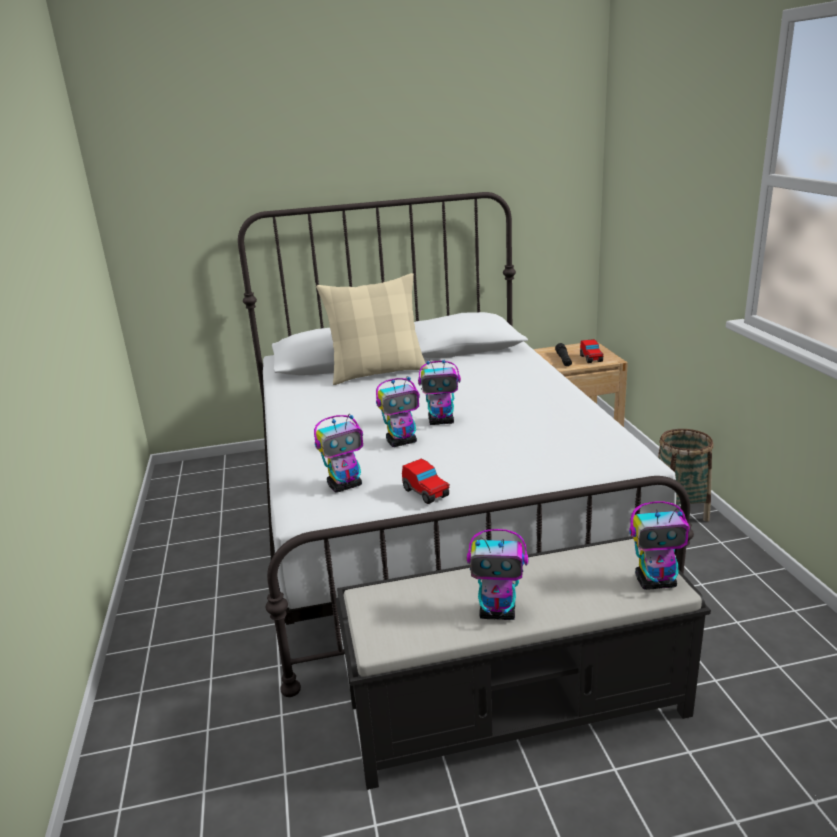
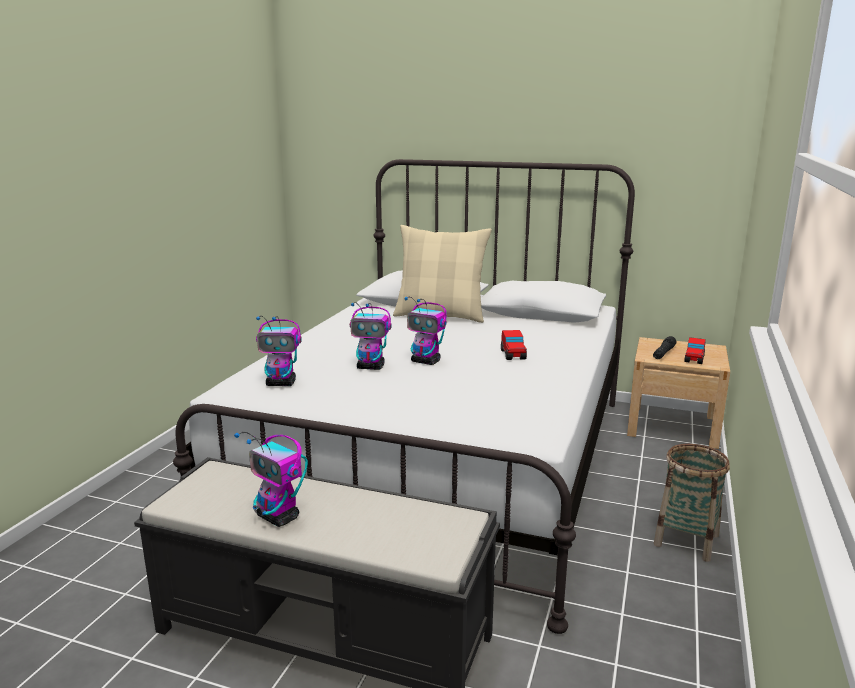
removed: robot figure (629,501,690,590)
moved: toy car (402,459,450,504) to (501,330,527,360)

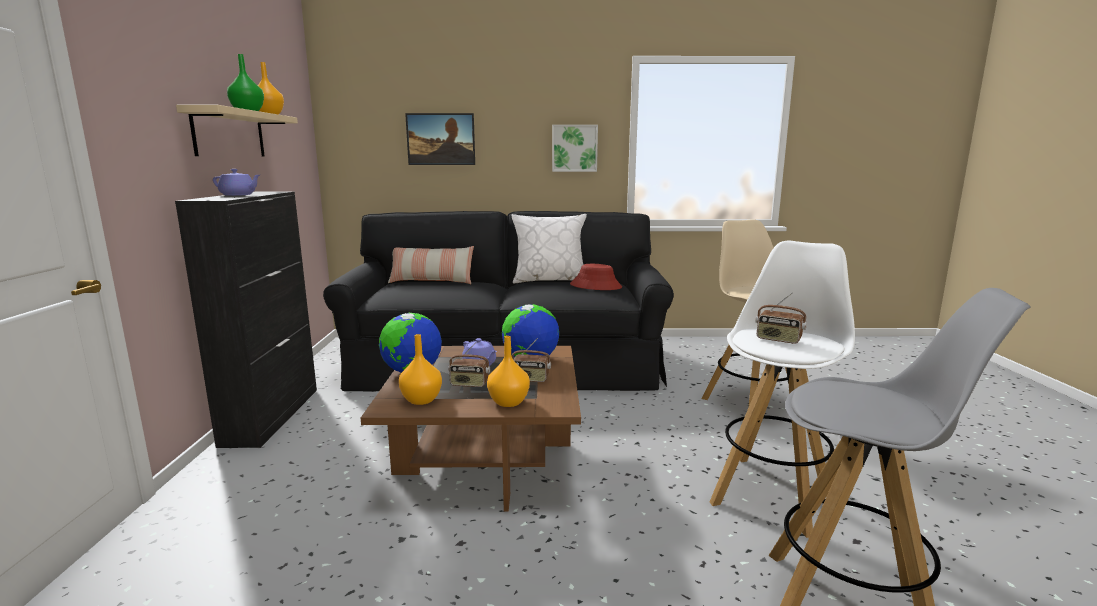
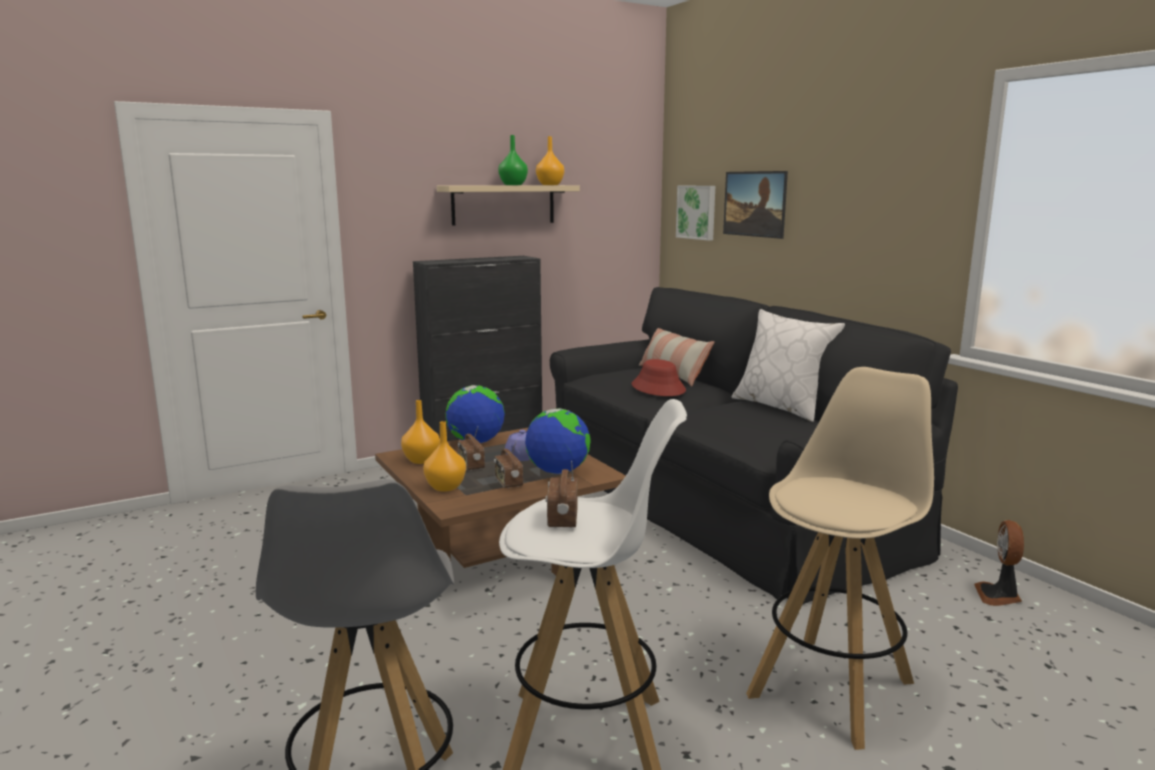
removed: teapot (purple) (213,169,260,196)
added: cooling fan (974,520,1024,606)
moved: picture (552,125,598,172) to (676,186,715,241); clothing hat (red-coloured) (570,264,622,290) to (632,359,686,396)

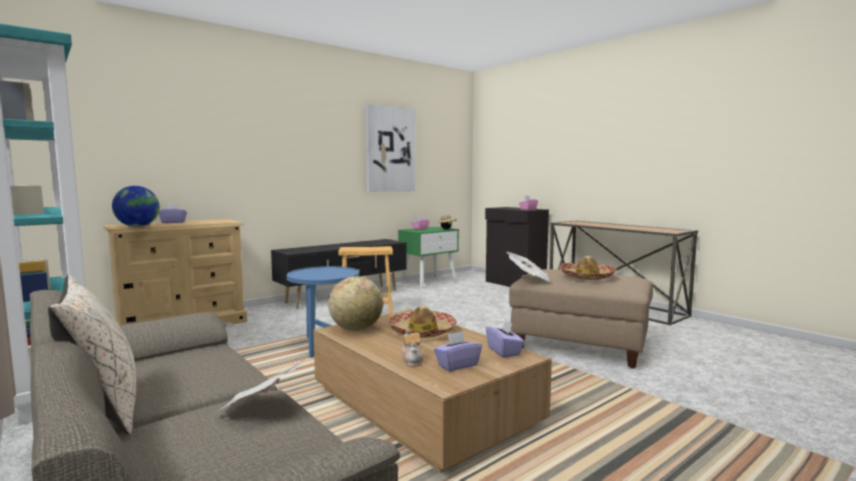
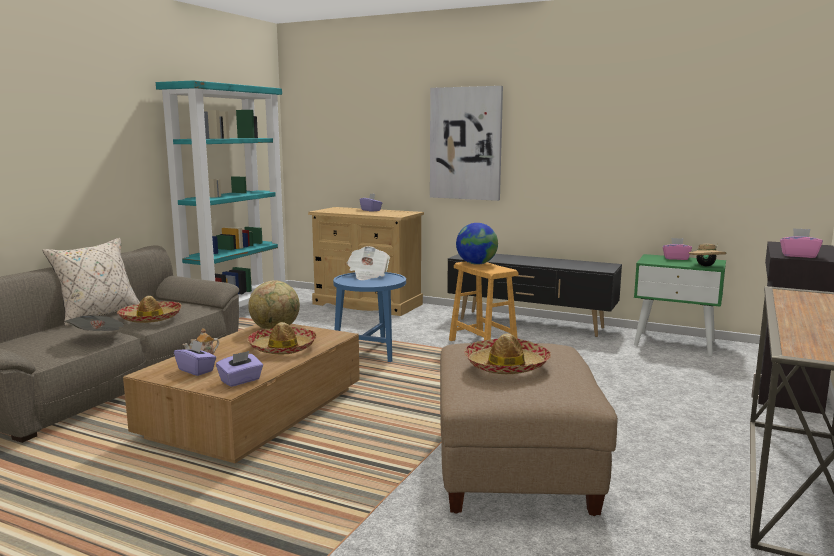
added: clothing hat (117,296,181,323)
moved: desk globe (112,186,160,227) to (456,223,498,265); picture (366,104,415,192) to (430,86,503,201); printed paper (507,252,551,282) to (347,246,390,280)

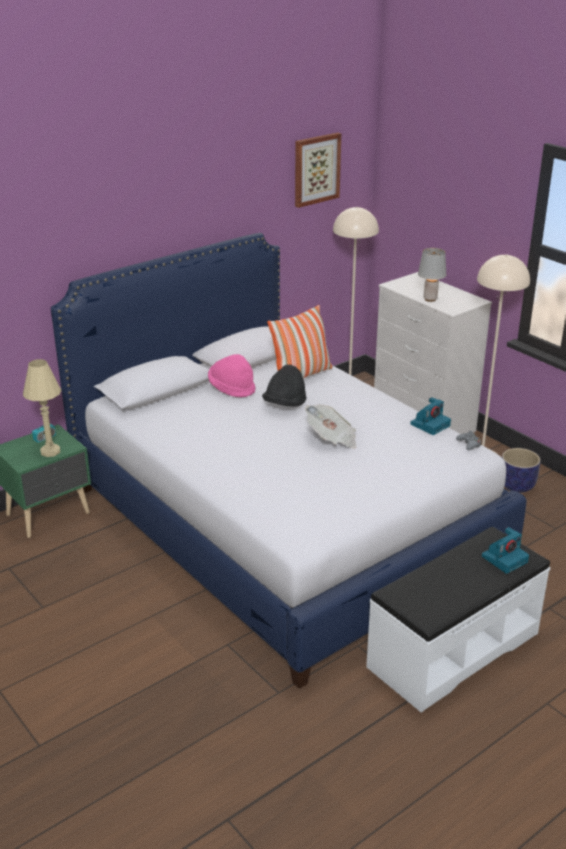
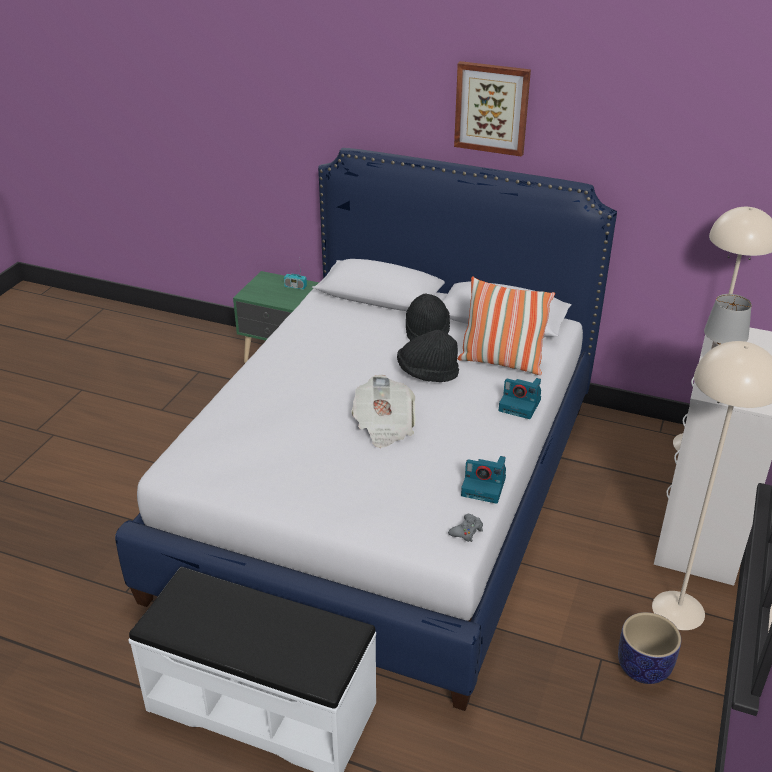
removed: tabletop lamp (beige) (23,359,61,457)
moved: picture (295,133,341,208) to (454,61,531,157); still camera (482,527,529,574) to (499,378,541,419)
recoloured: clothing hat (pinkish) (208,354,255,398) to clothing hat (black) (406,294,450,341)

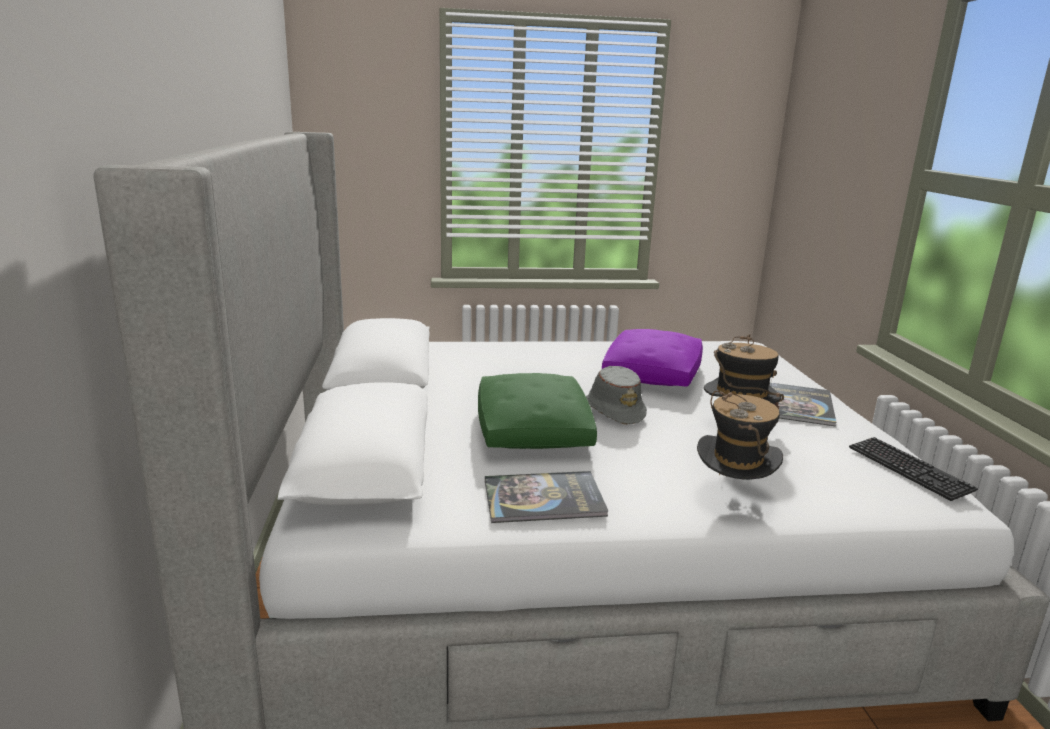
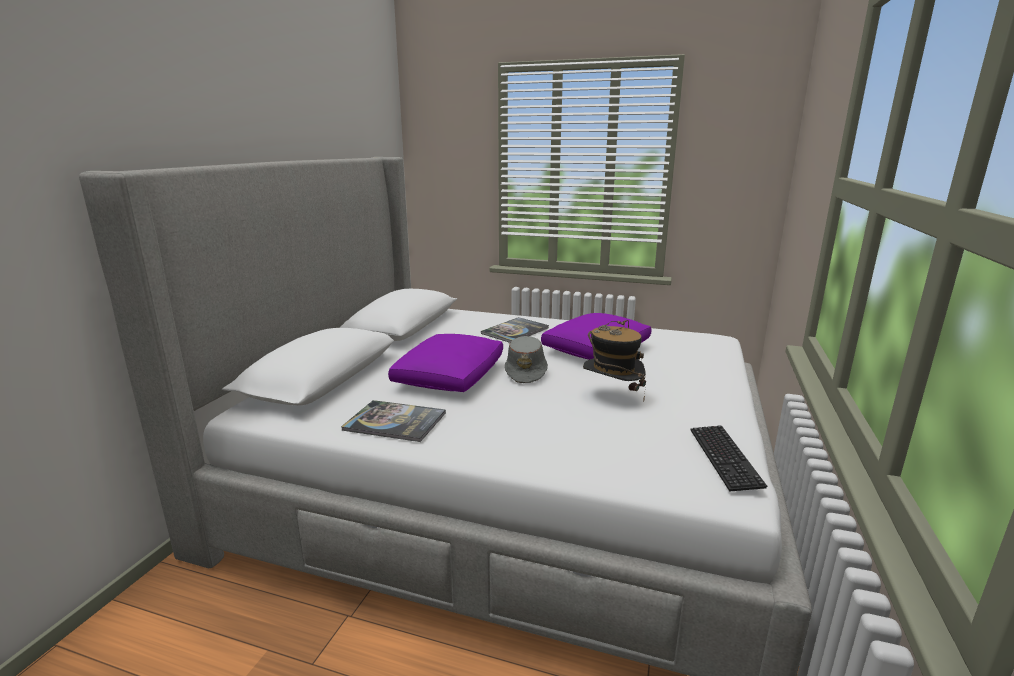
removed: clothing hat (697,391,783,480)
moved: volume (769,382,837,427) to (481,317,549,343)
recoloured: pillow (green-coloured) (478,373,597,449) to pillow (purple) (388,334,503,392)

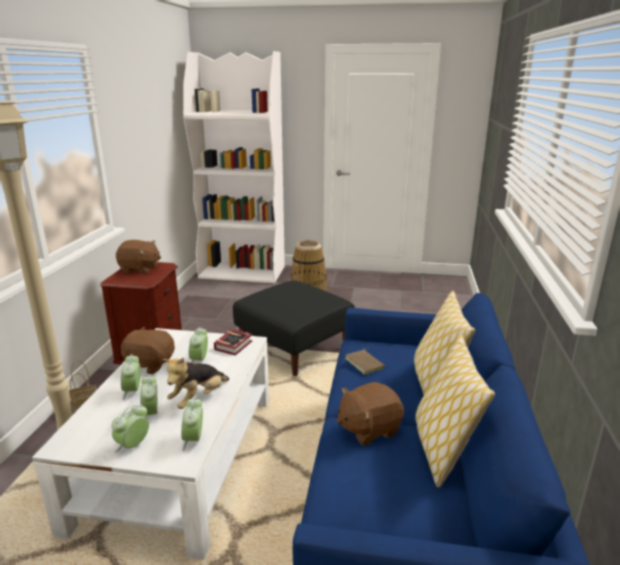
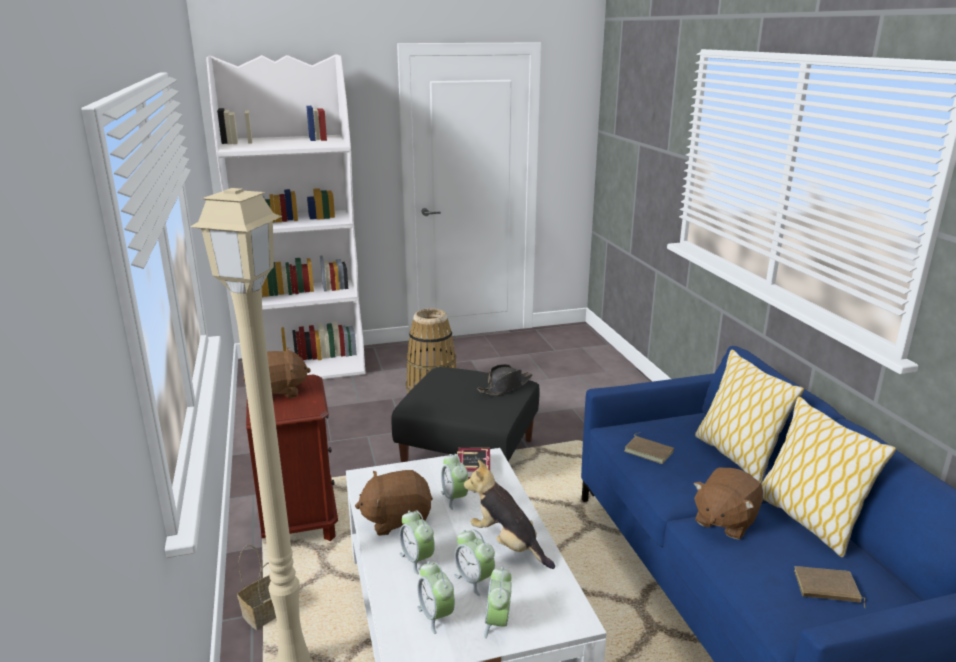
added: clothing hat (black) (477,364,532,395); volume (brown) (794,566,865,608)
moved: table clock (181,397,203,451) to (417,561,455,634)
turned: cuddly toy (163,358,229,409) = (464,460,555,569) 120 degrees clockwise

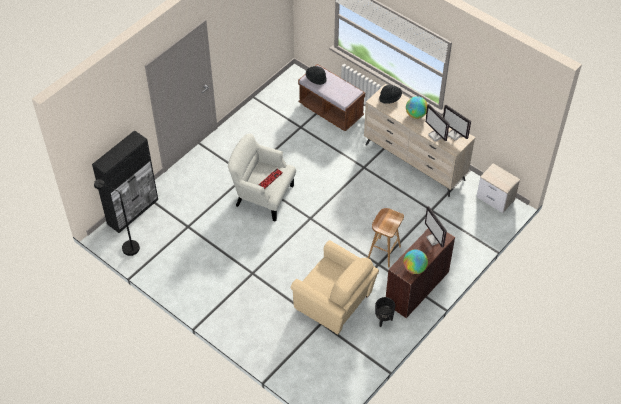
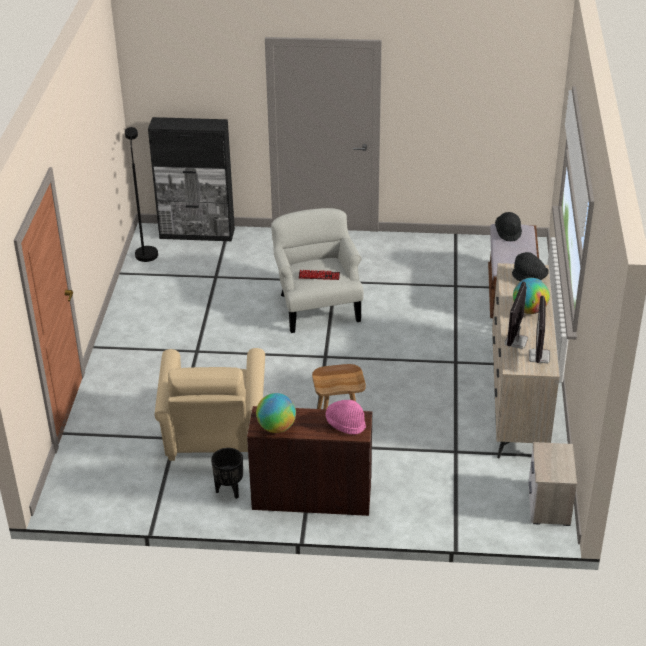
replaced: monitor (425,206,447,248) to clothing hat (pinkish) (326,400,366,435)

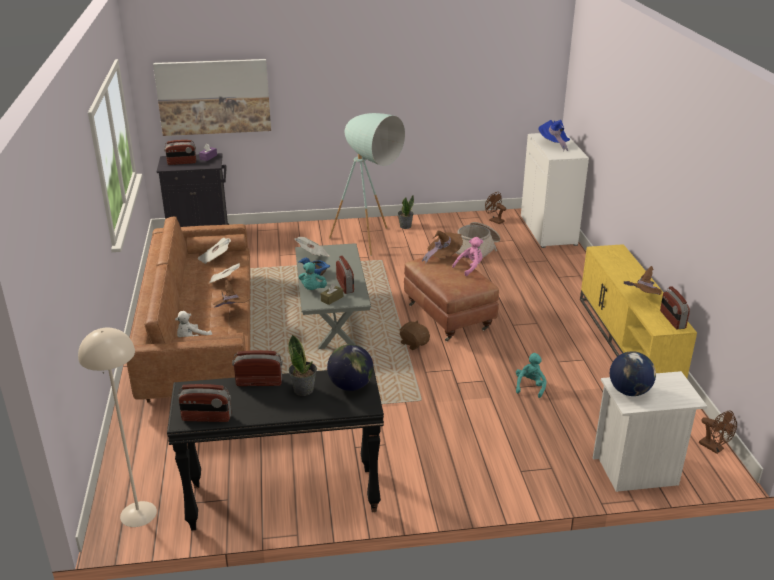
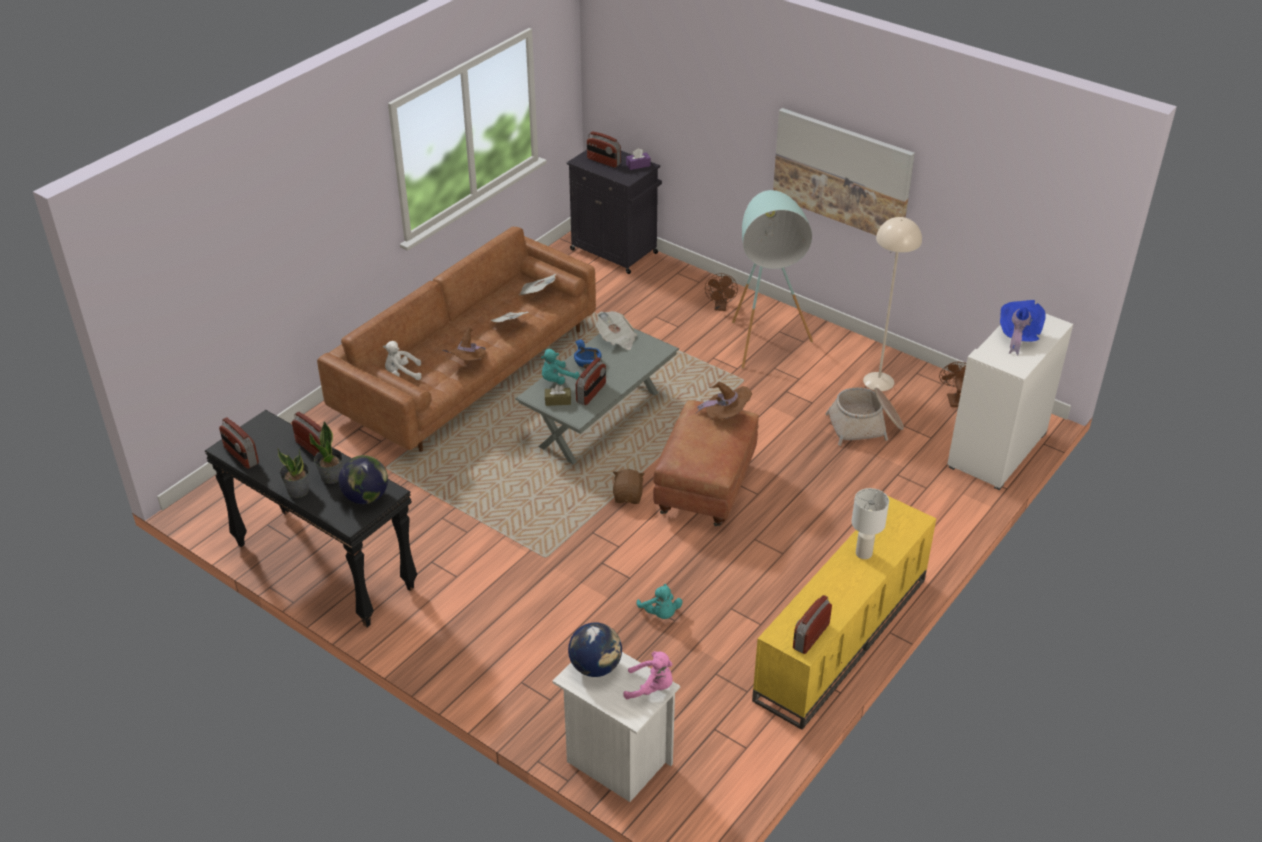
removed: clothing hat (brown) (624,266,662,295)
added: tabletop lamp (white) (852,488,889,559)
moved: standard lamp (beige) (78,328,157,527) to (863,217,922,391); picture (153,59,271,136) to (773,108,915,236); plant in a pot (398,195,414,229) to (277,448,309,498); cuddly toy (pinkish) (452,237,483,276) to (623,651,673,699); cooling fan (brown) (699,411,737,454) to (705,273,738,311)
turned: cuddly toy (blue-green) (516,353,547,398) = (636,584,683,619) 90 degrees clockwise

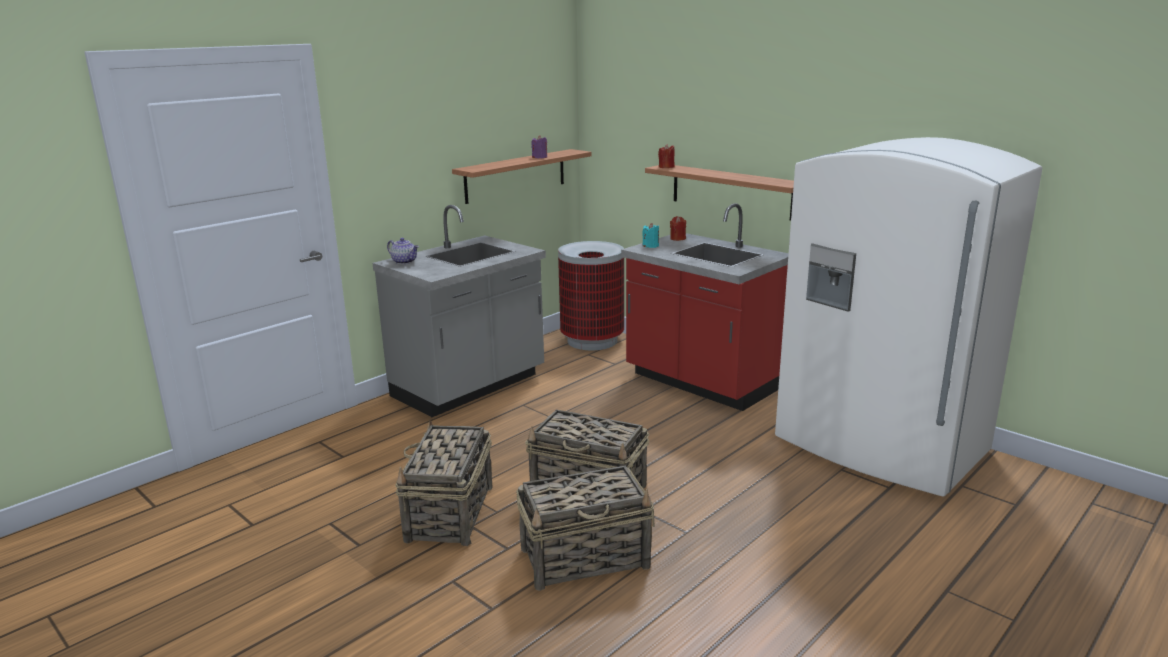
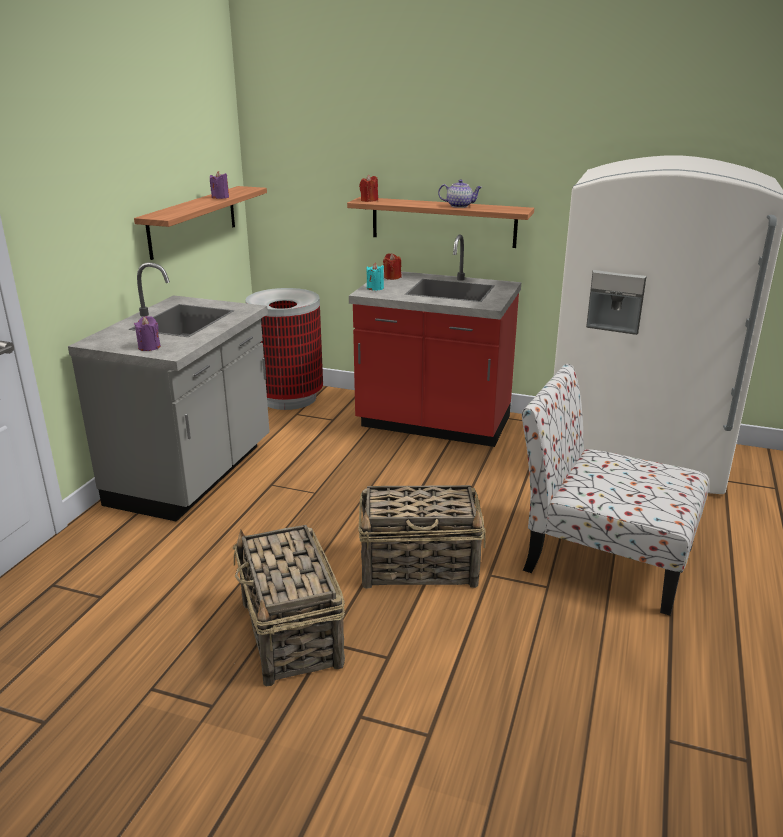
removed: household basket (516,466,654,591)
added: wax candle (purple) (134,316,161,351); upright chair (522,364,709,616)
moved: teapot (387,238,419,264) to (438,179,482,208)

